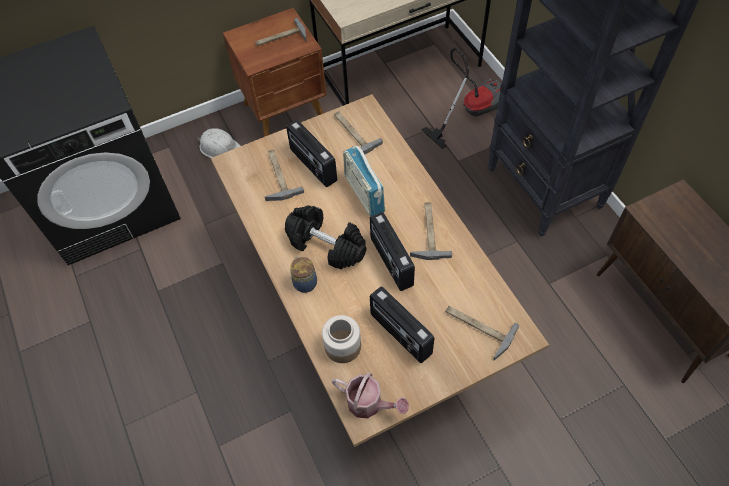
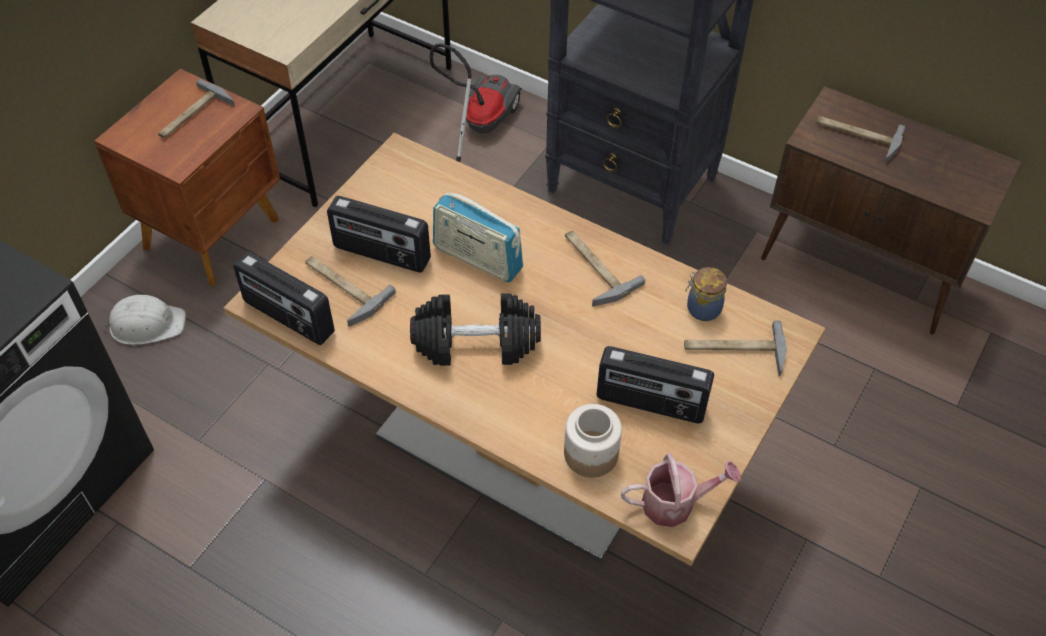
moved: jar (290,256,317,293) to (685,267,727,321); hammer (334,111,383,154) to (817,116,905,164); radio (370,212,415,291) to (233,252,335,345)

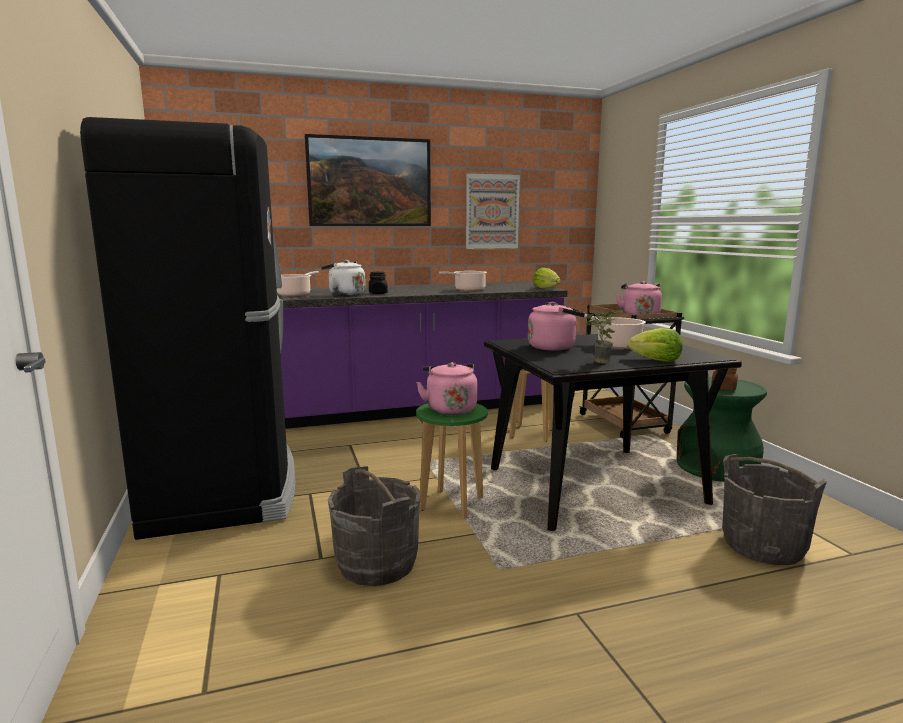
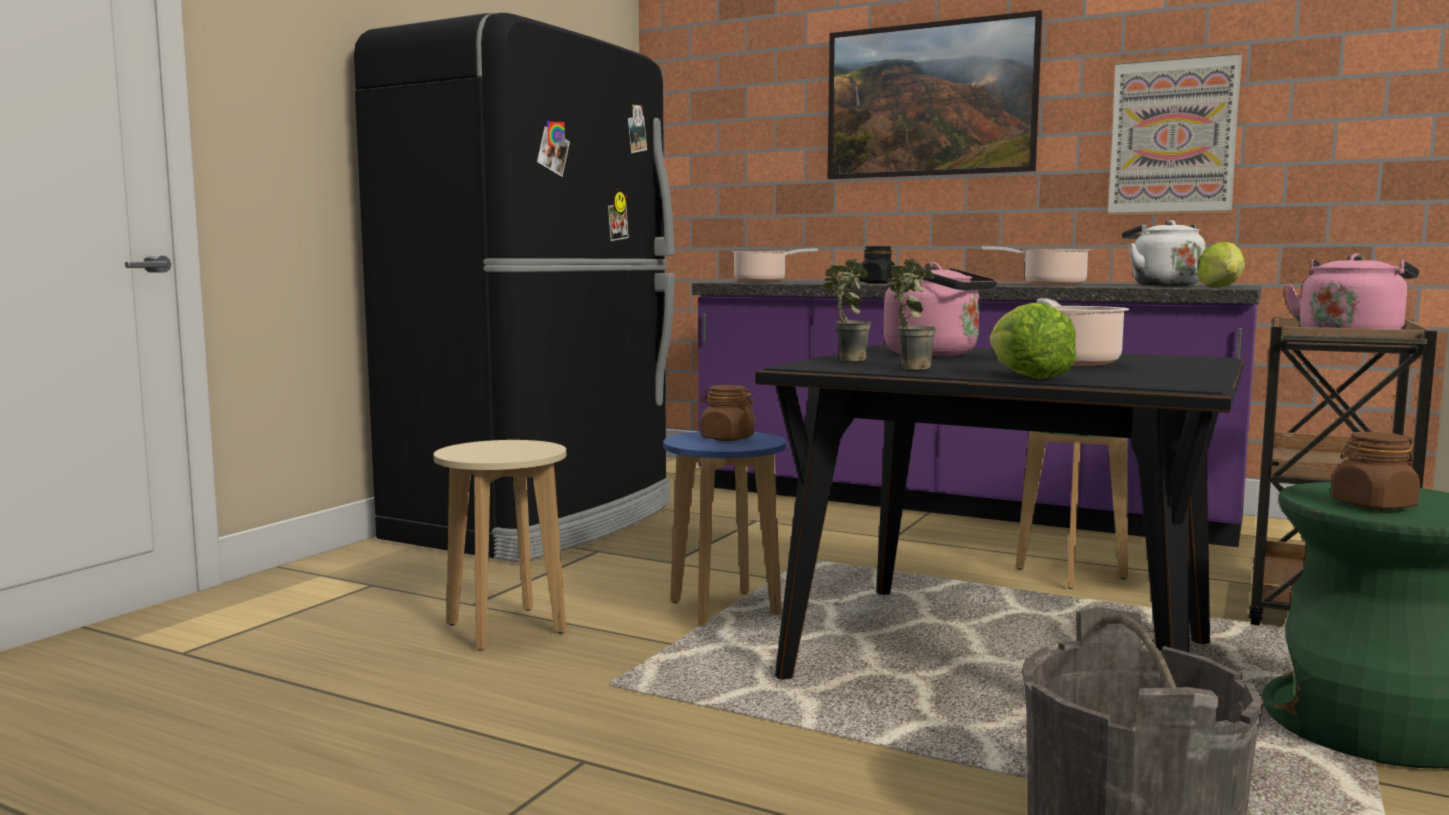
added: plant in a pot (824,259,871,361)
moved: tea kettle (white) (321,260,365,296) to (1122,220,1205,286)
replaced: bucket (gray) (328,466,421,586) to stool seat (beige) (434,440,566,651); tea kettle (pinkish) (416,362,477,415) to jar (brown) (699,385,755,441)
recoloured: stool seat (green-coloured) (416,403,488,519) to stool seat (blue-coloured) (663,432,786,626)

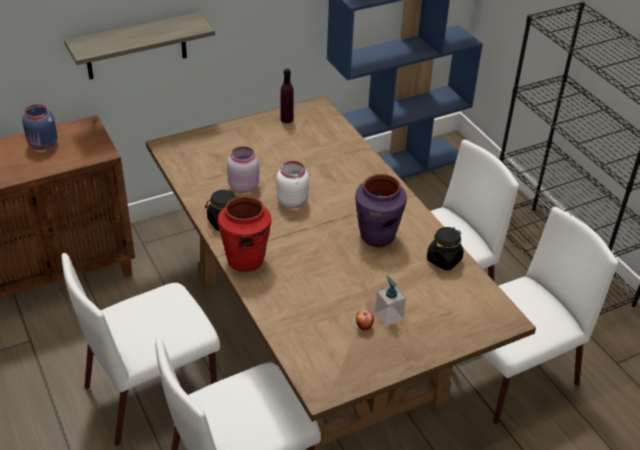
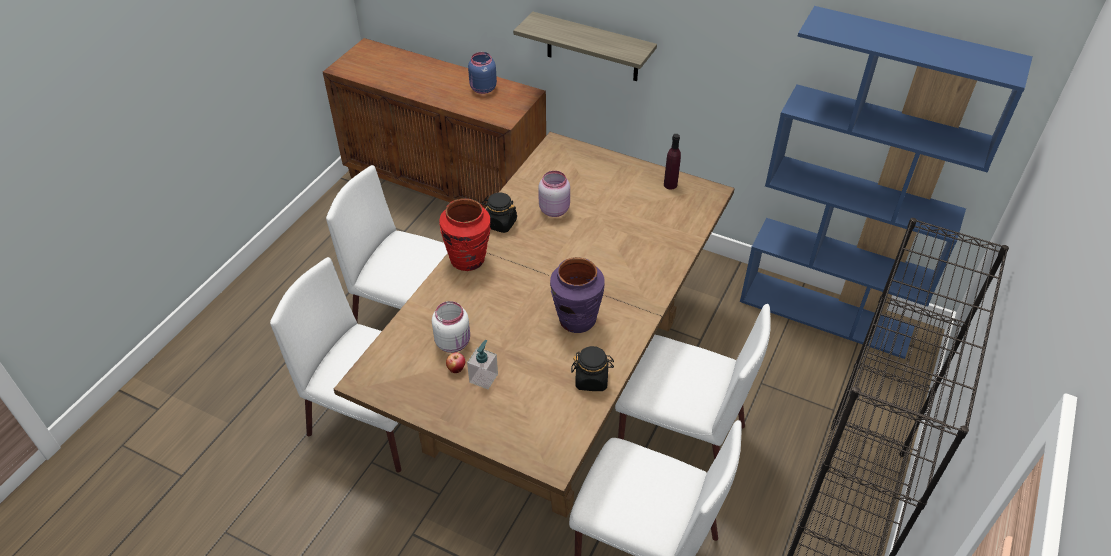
moved: jar (white) (276,161,309,208) to (432,301,470,353)

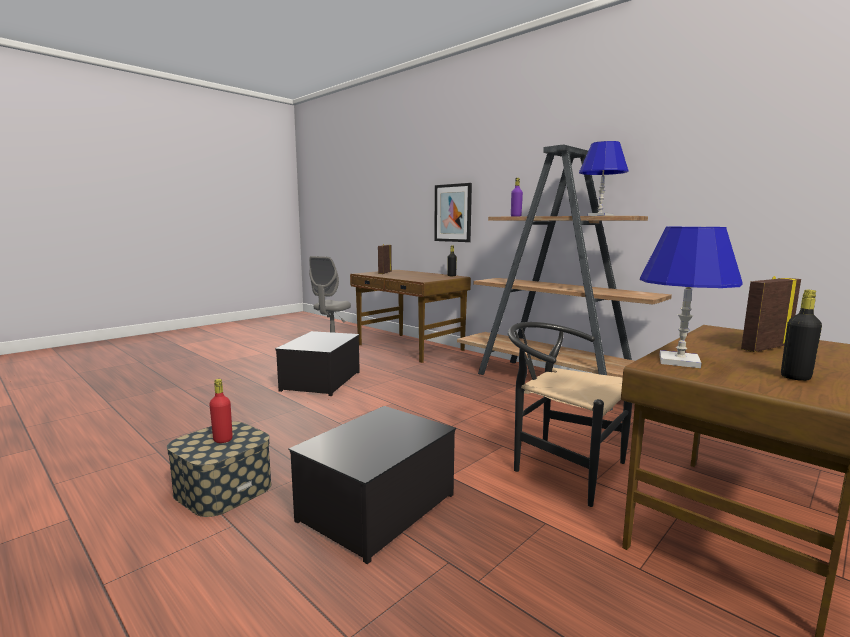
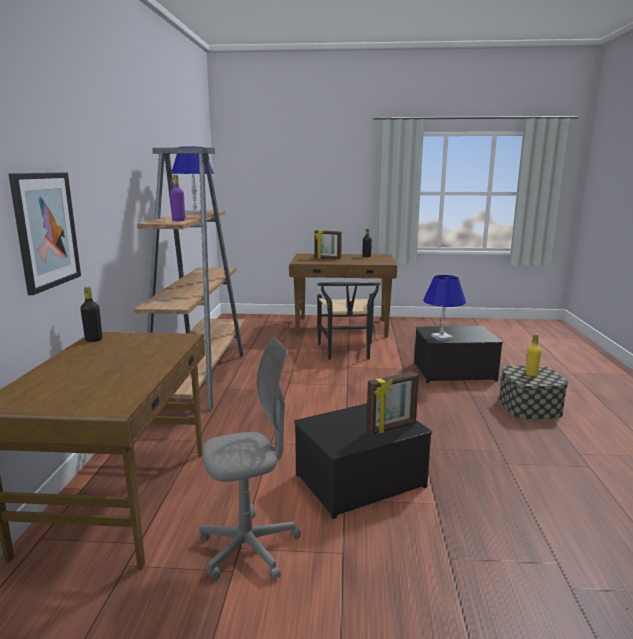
moved: standing frame (378,244,392,274) to (366,372,419,434); tabletop lamp (blue-coloured) (640,227,743,368) to (423,275,466,341)
recoloured: bottle (red-coloured) (209,379,233,443) to bottle (yellow) (525,334,541,376)

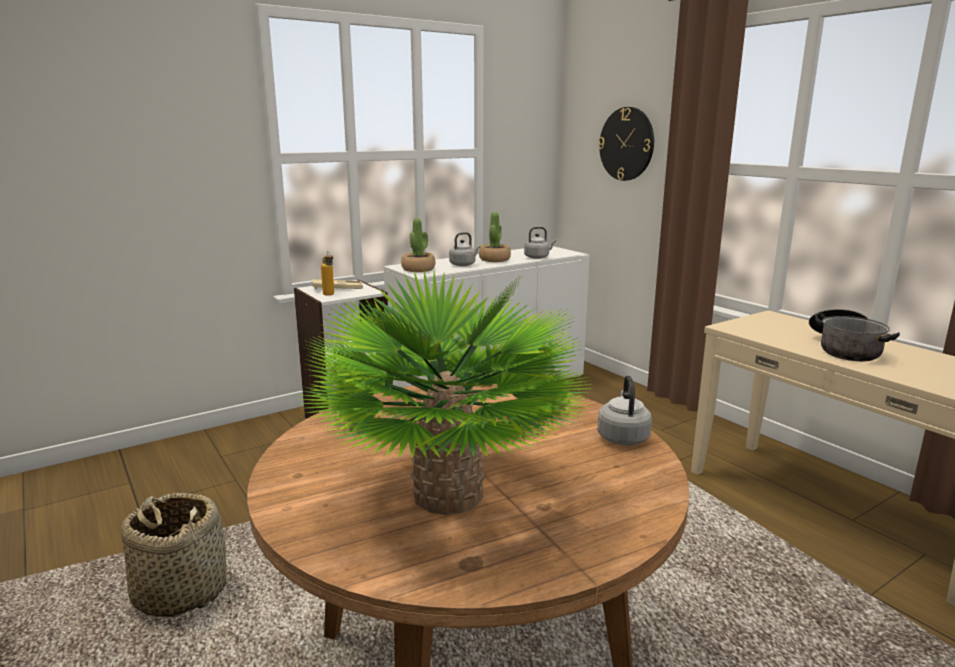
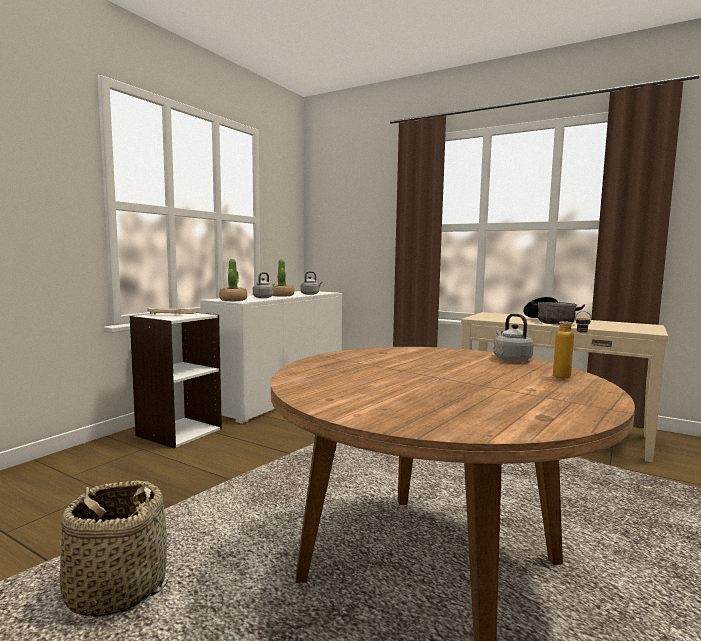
removed: plant in a pot (296,271,592,515); wall clock (598,107,654,181)
moved: bottle (321,251,334,296) to (553,311,591,379)

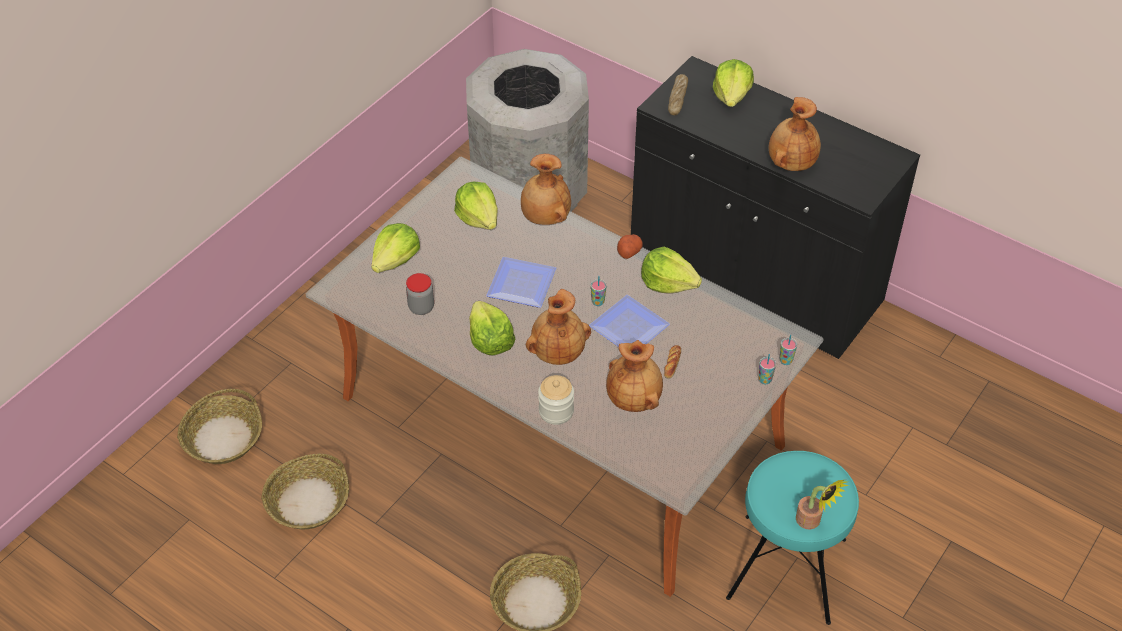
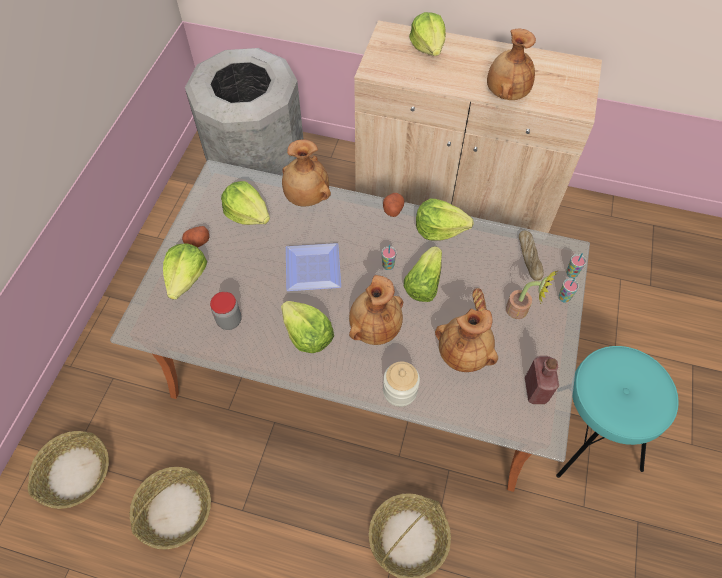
added: spud (182,226,209,247); bottle (red-coloured) (525,356,559,404)
moved: bread (668,74,688,116) to (519,230,544,281); plant in a pot (796,480,849,529) to (506,271,557,319)
replaced: dinner plate (589,295,670,347) to lettuce (404,246,442,302)
recoloured: storage cabinet (black) (631,56,920,359) to storage cabinet (beige) (354,20,602,233)

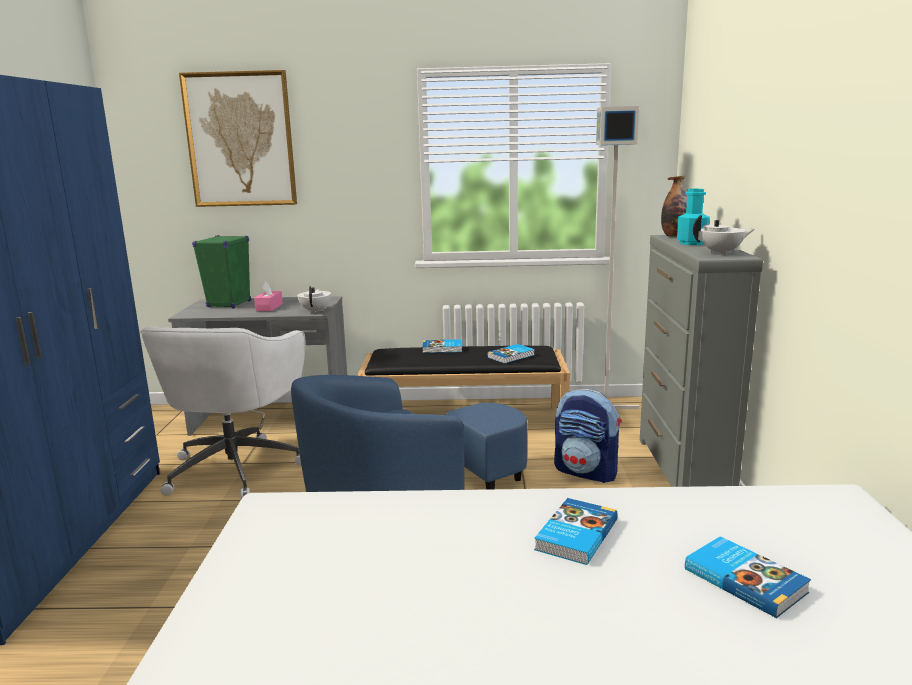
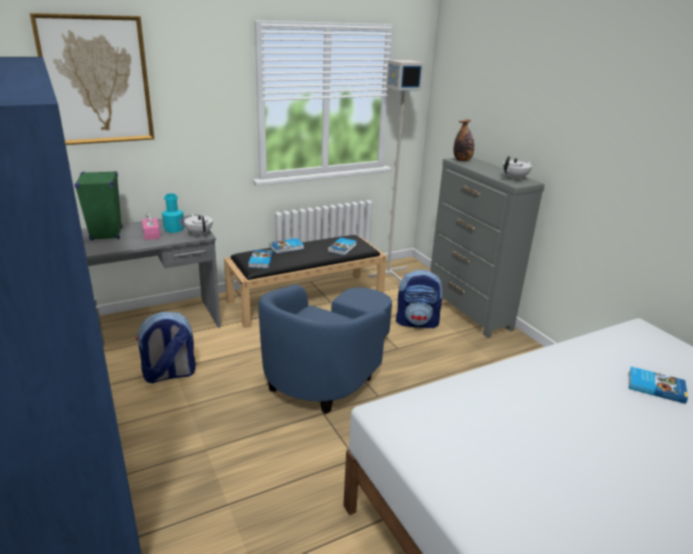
moved: volume (534,498,618,565) to (248,250,273,268); bottle (blue-green) (677,189,710,245) to (162,193,185,233)
replaced: office chair (white) (140,327,305,499) to rucksack (136,312,196,383)

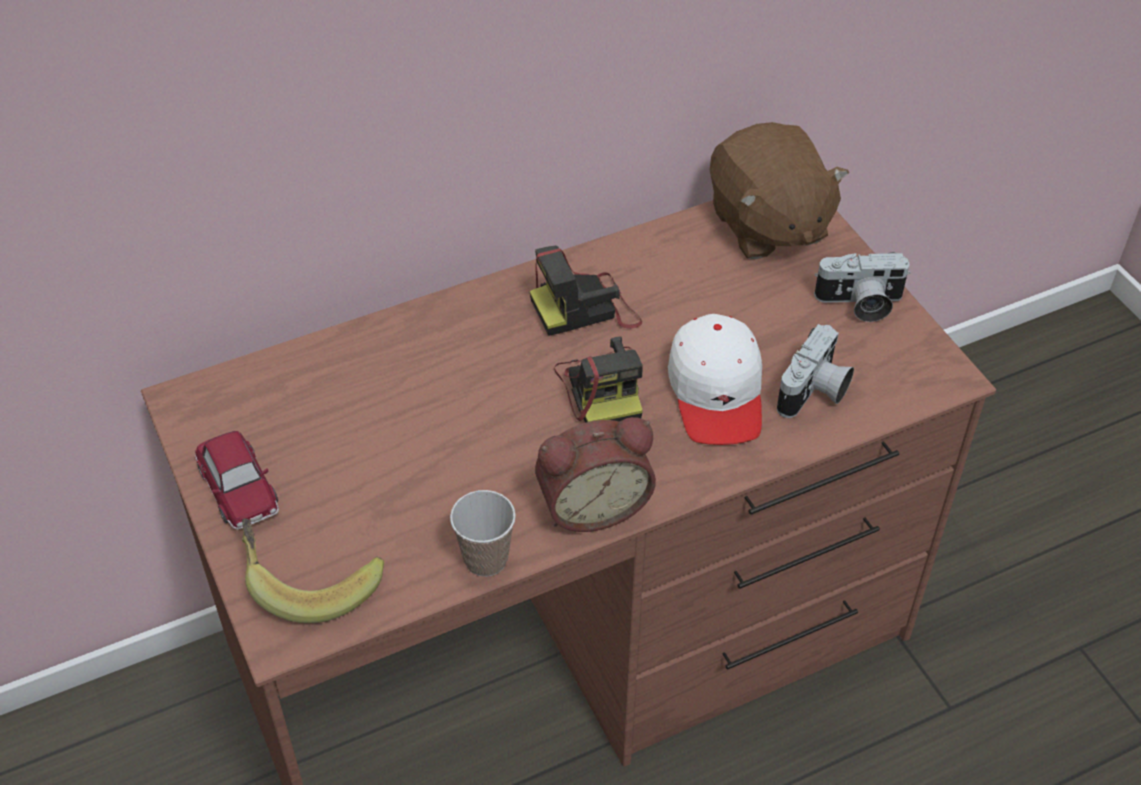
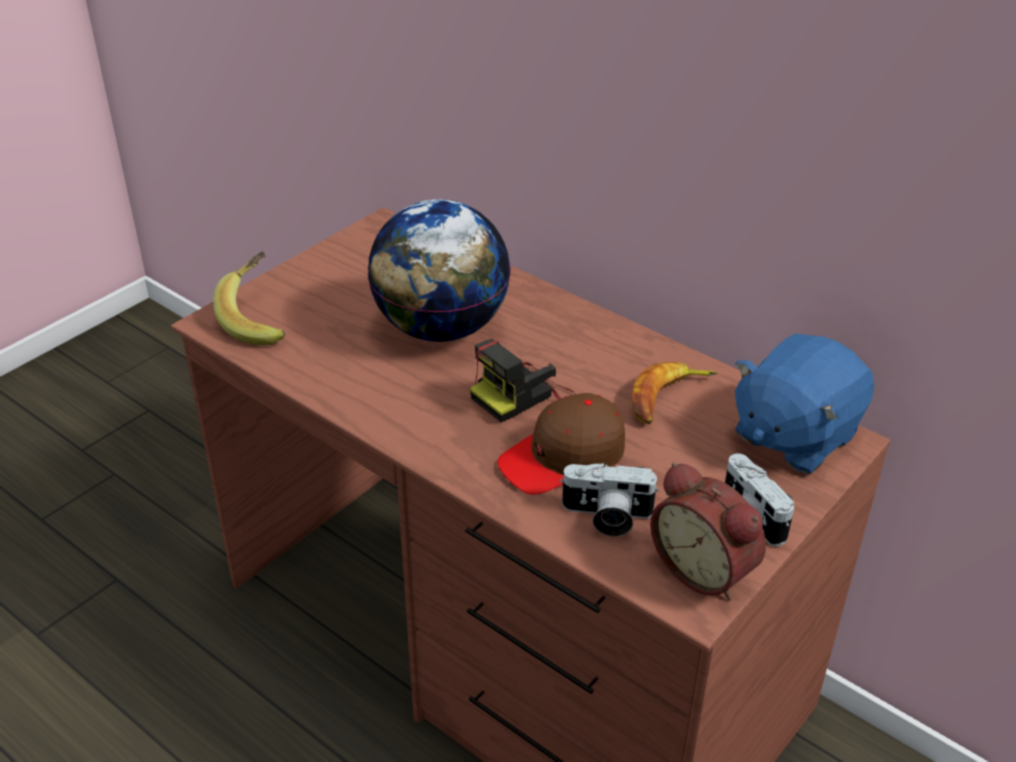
removed: toy car (195,431,279,530); cup (450,490,516,577); still camera (530,246,642,336)
added: desk globe (368,199,511,342); banana (631,362,718,424)
moved: table clock (535,417,656,532) to (650,462,766,601)
recoloured: baseball cap (white) (668,314,762,445) to baseball cap (brown) (497,393,625,495); cuddly toy (brown) (710,122,849,259) to cuddly toy (blue-coloured) (735,334,874,474)

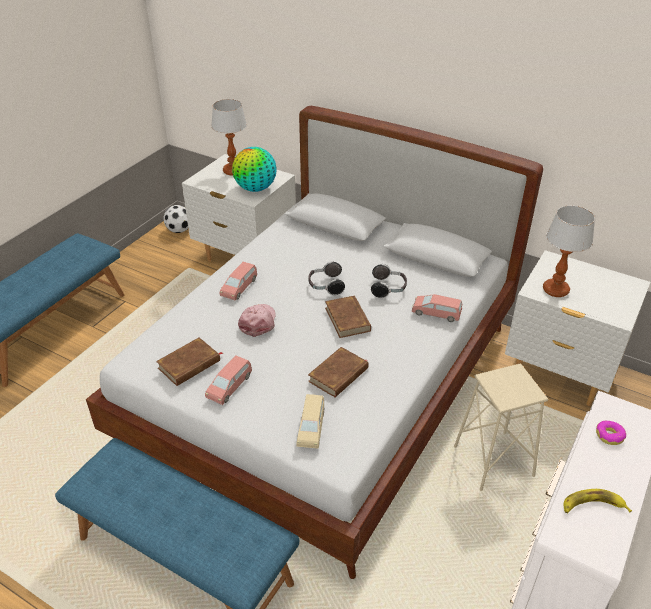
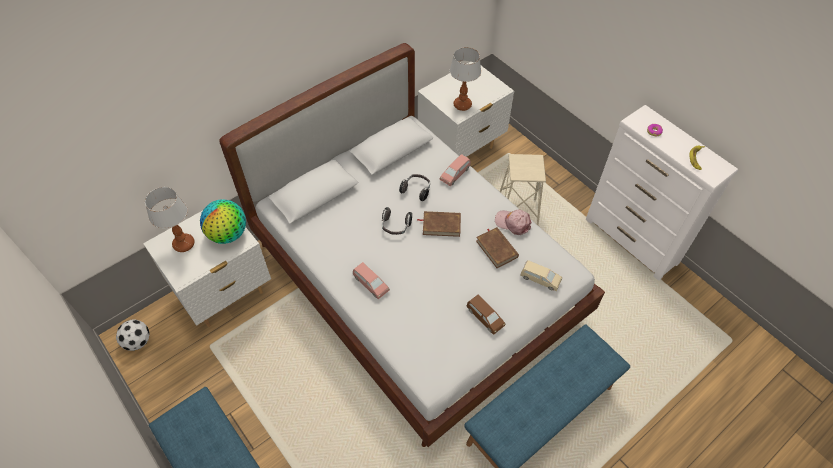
removed: volume (brown) (156,337,223,386)
moved: baseball cap (pinkish) (238,304,276,337) to (495,209,532,235)
recoloured: toy car (pinkish) (205,355,252,405) to toy car (brown) (467,295,505,335)

